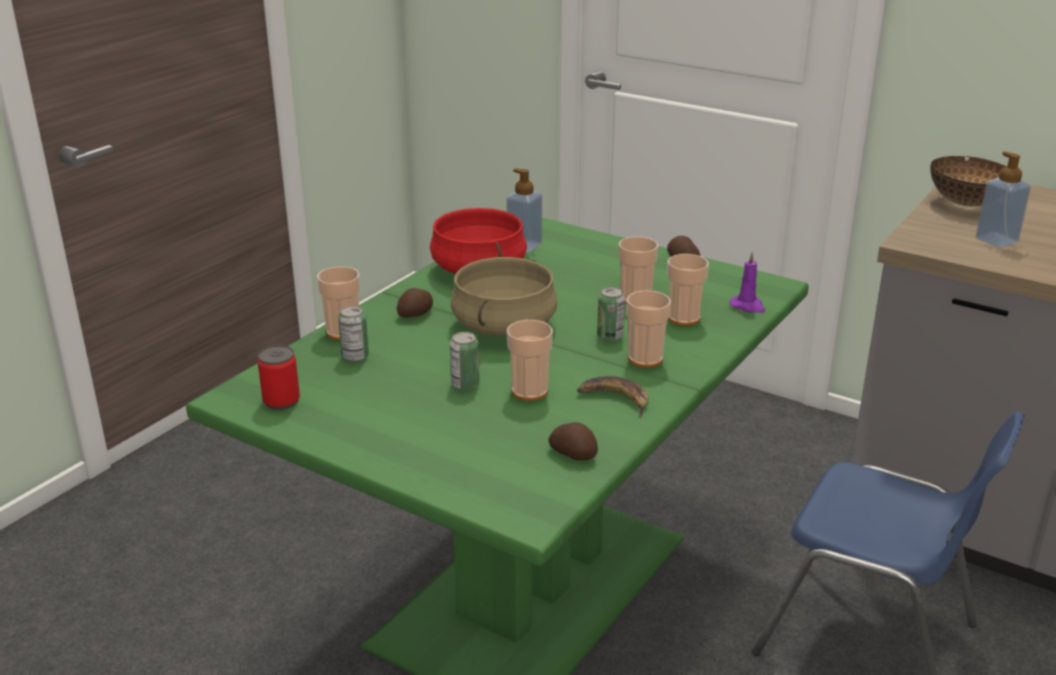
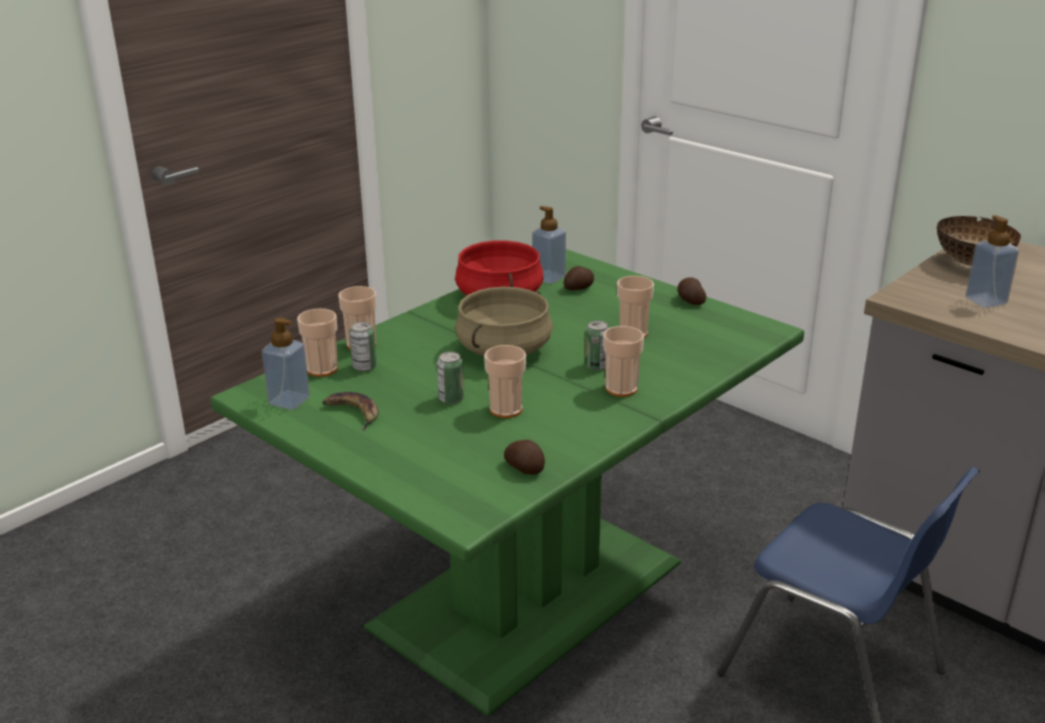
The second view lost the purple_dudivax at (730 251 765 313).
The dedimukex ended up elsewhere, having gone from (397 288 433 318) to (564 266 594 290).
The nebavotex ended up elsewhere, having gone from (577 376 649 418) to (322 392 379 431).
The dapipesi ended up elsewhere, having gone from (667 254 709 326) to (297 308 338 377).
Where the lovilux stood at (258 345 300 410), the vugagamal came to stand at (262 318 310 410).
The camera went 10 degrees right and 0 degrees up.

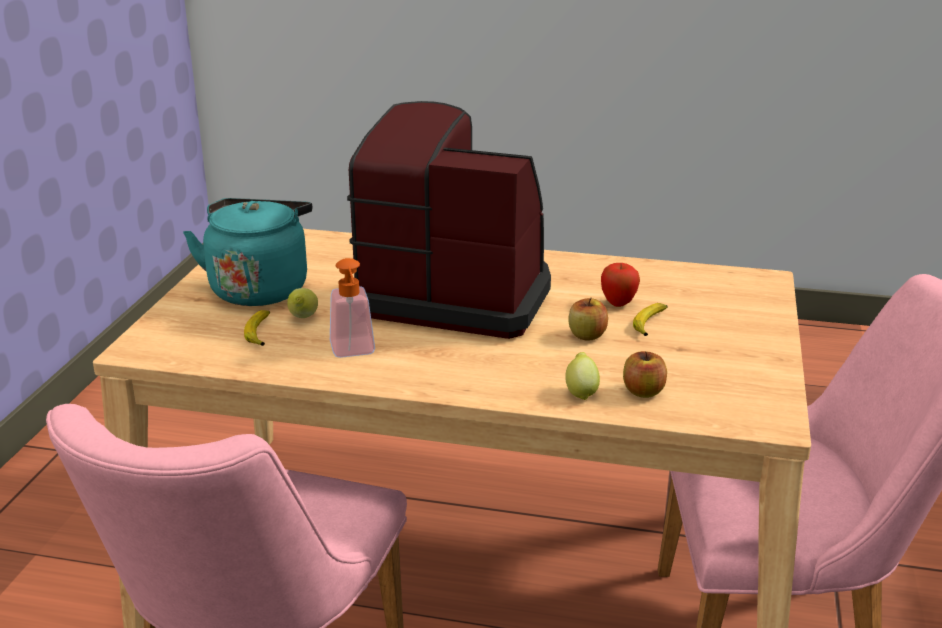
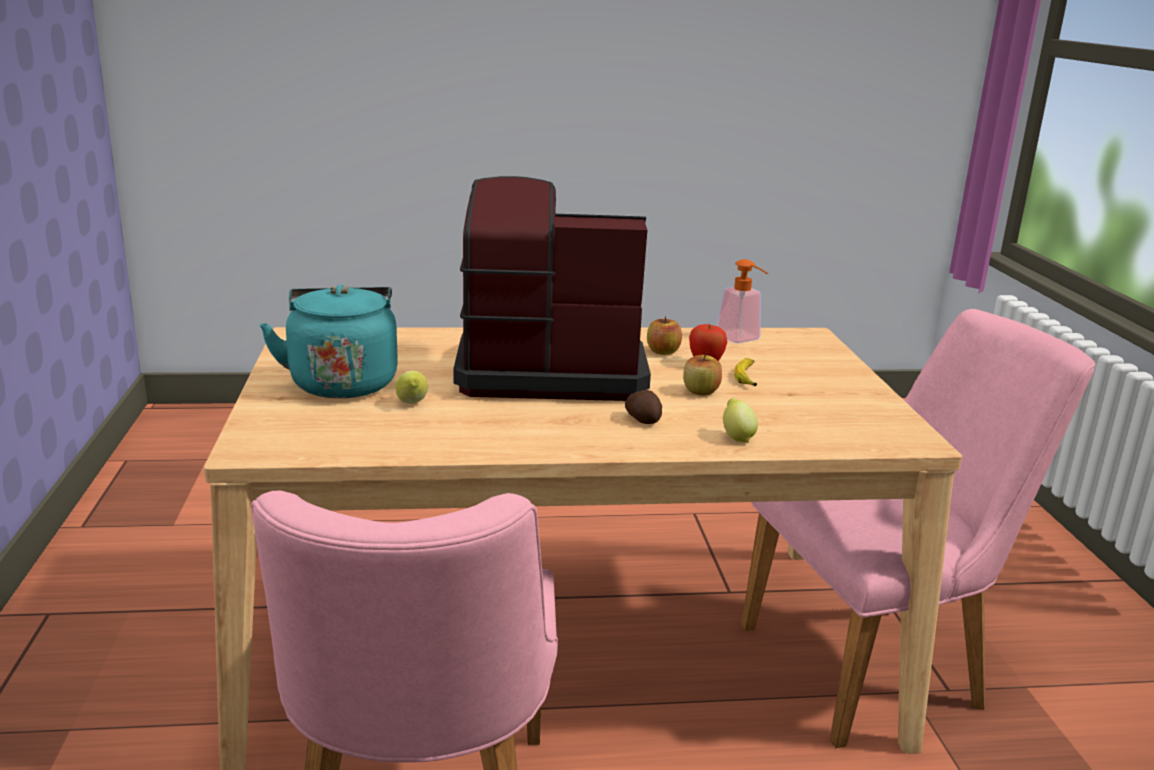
The second view lost the nebavotex at (244 310 270 346).
The second view gained the dedimukex at (625 390 662 424).
The vugagamal ended up elsewhere, having gone from (330 258 375 358) to (717 259 769 343).
The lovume ended up elsewhere, having gone from (623 351 667 398) to (647 316 682 355).
The camera went 20 degrees left and 5 degrees down.

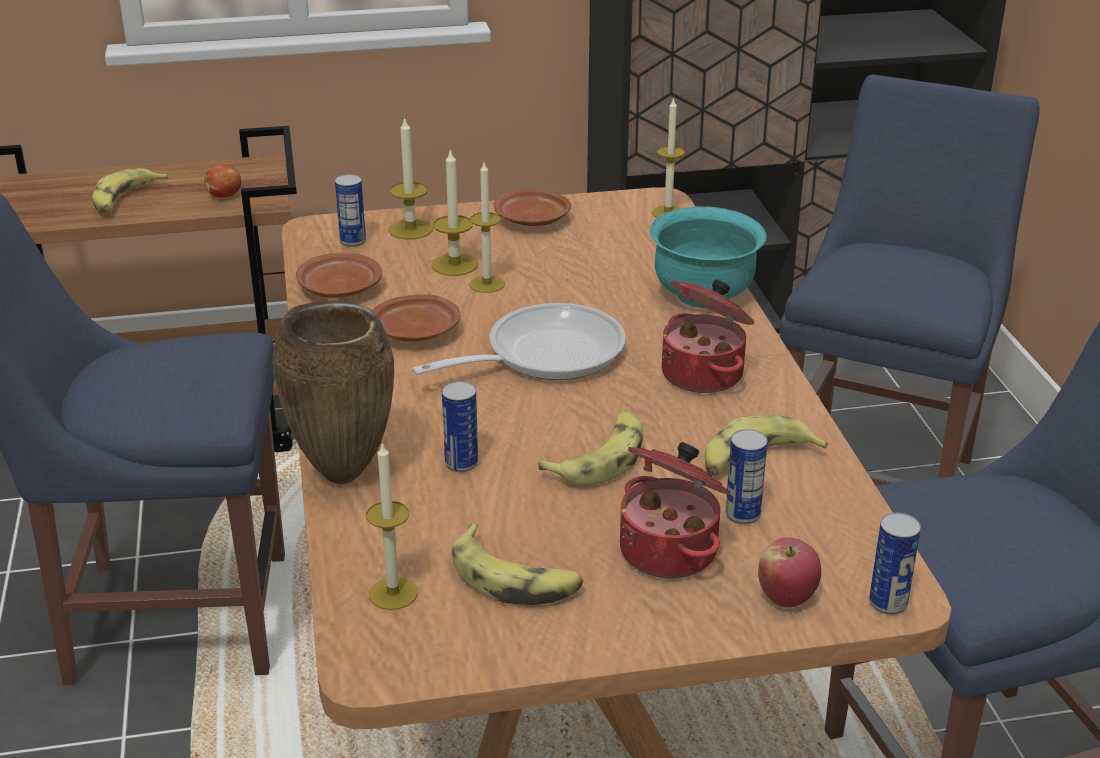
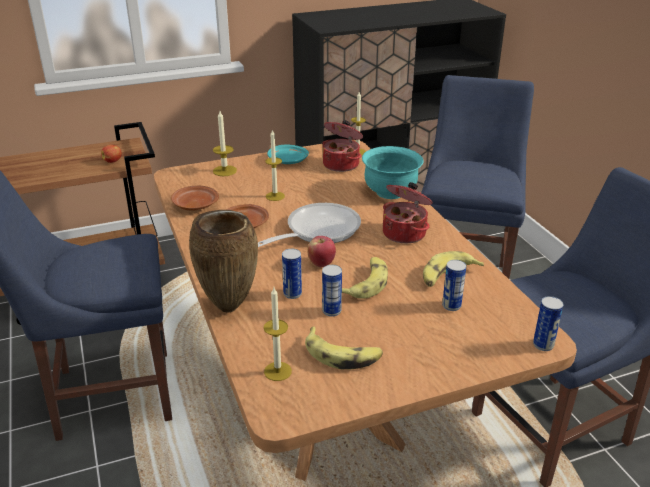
The second view lost the nebavotex at (92 168 168 214).
The second view lost the dudivax at (432 148 478 276).
The lovilux ended up elsewhere, having gone from (335 174 366 247) to (322 265 342 317).
The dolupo ended up elsewhere, having gone from (620 442 730 579) to (322 120 363 172).
The lovume ended up elsewhere, having gone from (758 537 821 607) to (307 236 336 267).
What was the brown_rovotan at (494 188 571 226) turned into the turquoise_rovotan at (267 145 309 164).
The camera went 10 degrees left and 0 degrees up.

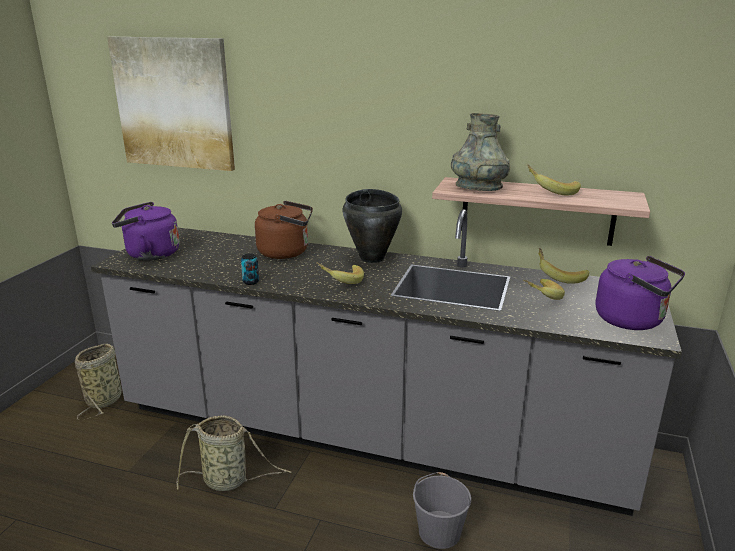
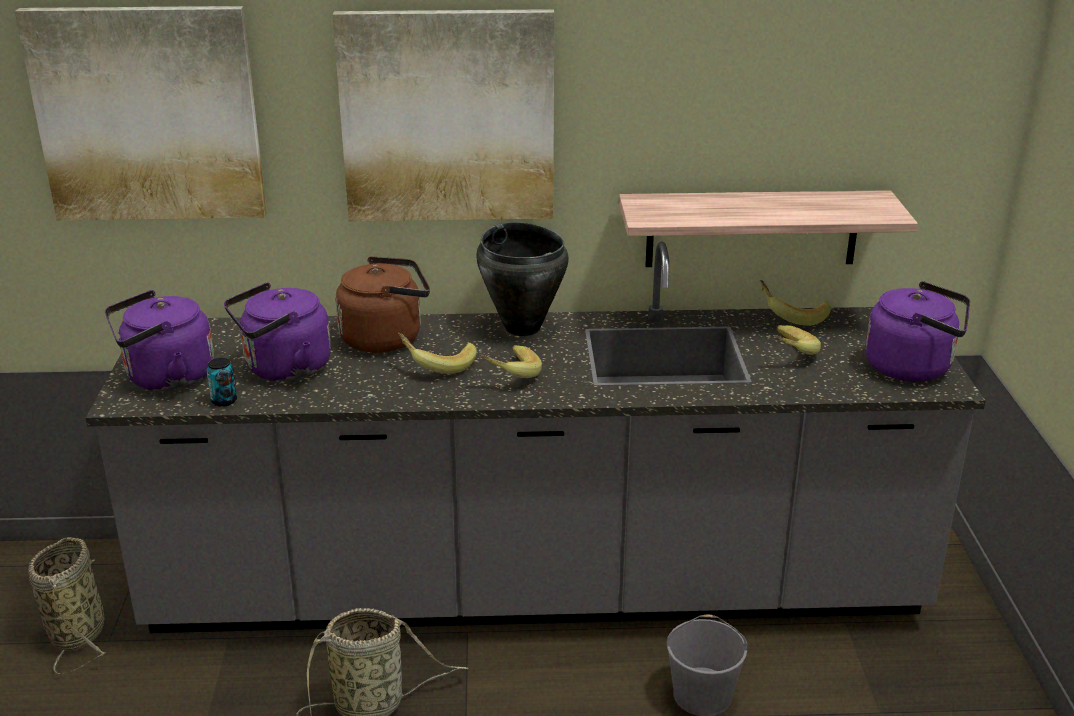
The second view lost the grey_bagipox at (451 113 510 191).
The second view gained the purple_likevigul at (224 282 331 381).
The second view gained the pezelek at (332 9 554 221).
The lovilux ended up elsewhere, having gone from (241 254 259 285) to (206 358 237 407).
The nebavotex ended up elsewhere, having gone from (527 164 581 196) to (398 333 477 374).
The camera went 20 degrees left and 5 degrees up.

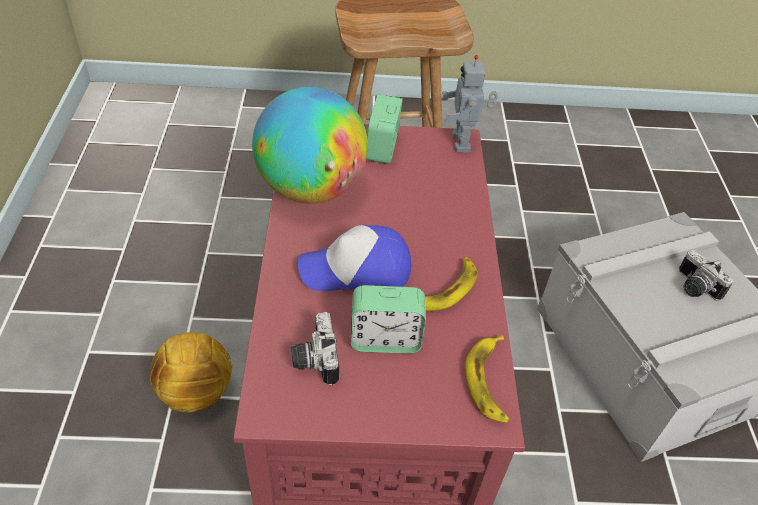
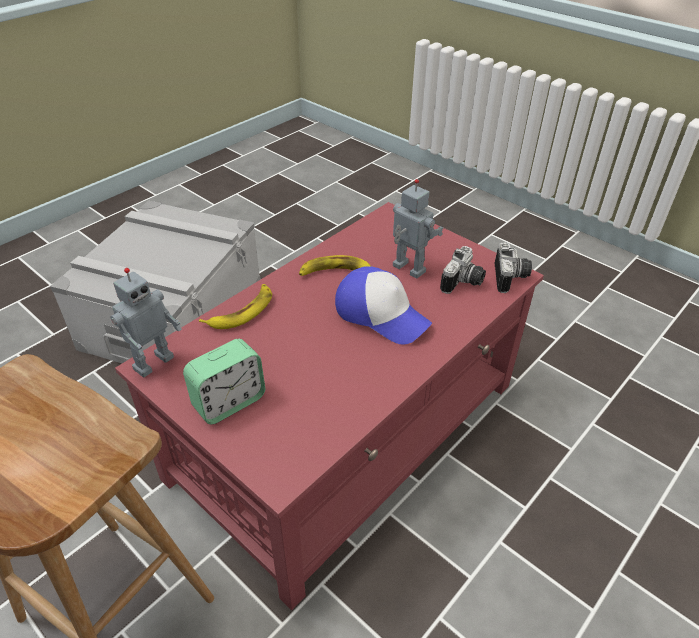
The second view lost the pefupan at (150 332 232 413).
The second view lost the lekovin at (252 87 368 203).
The nebavotex ended up elsewhere, having gone from (465 335 509 423) to (199 284 272 329).
The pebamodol ended up elsewhere, having gone from (679 250 734 301) to (495 243 532 293).
Where the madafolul stood at (351 285 426 354), the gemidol came to stand at (393 179 444 279).
The camera went 135 degrees left and 5 degrees down.

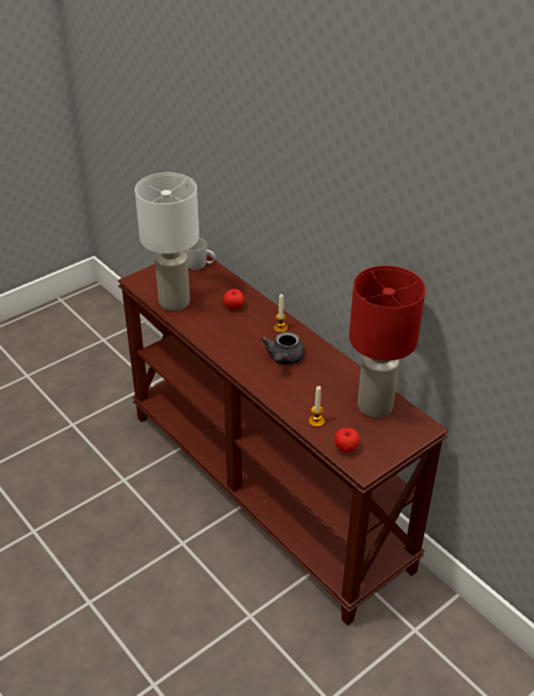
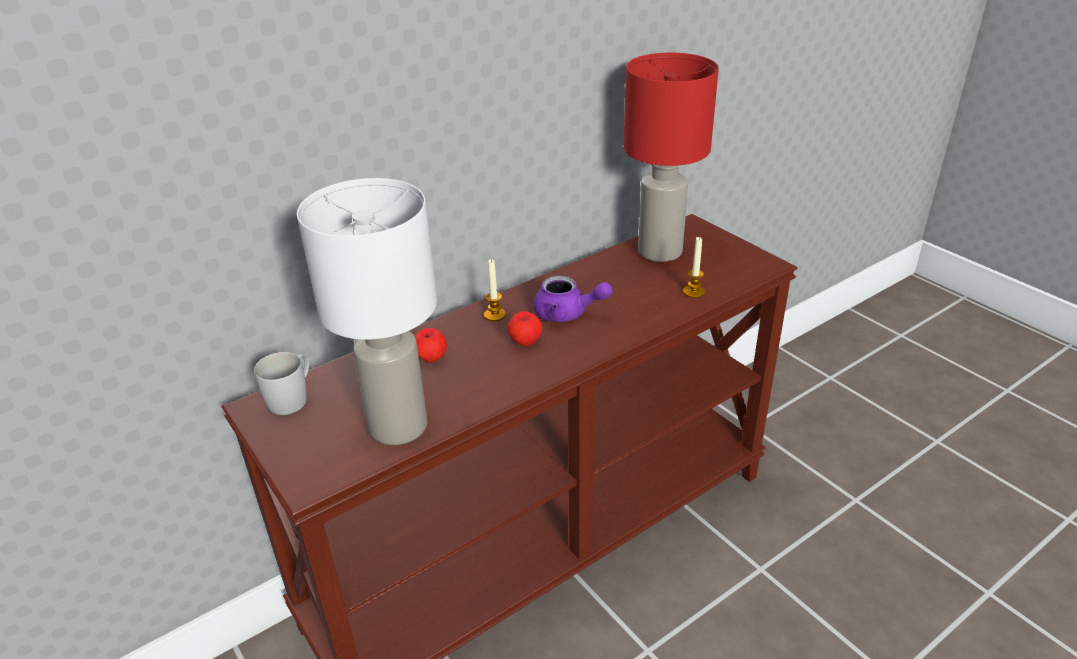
The lovume ended up elsewhere, having gone from (334 428 360 452) to (508 311 542 346).
What was the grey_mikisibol at (261 332 305 365) turned into the purple_mikisibol at (533 276 612 322).
The camera went 85 degrees left and 5 degrees down.

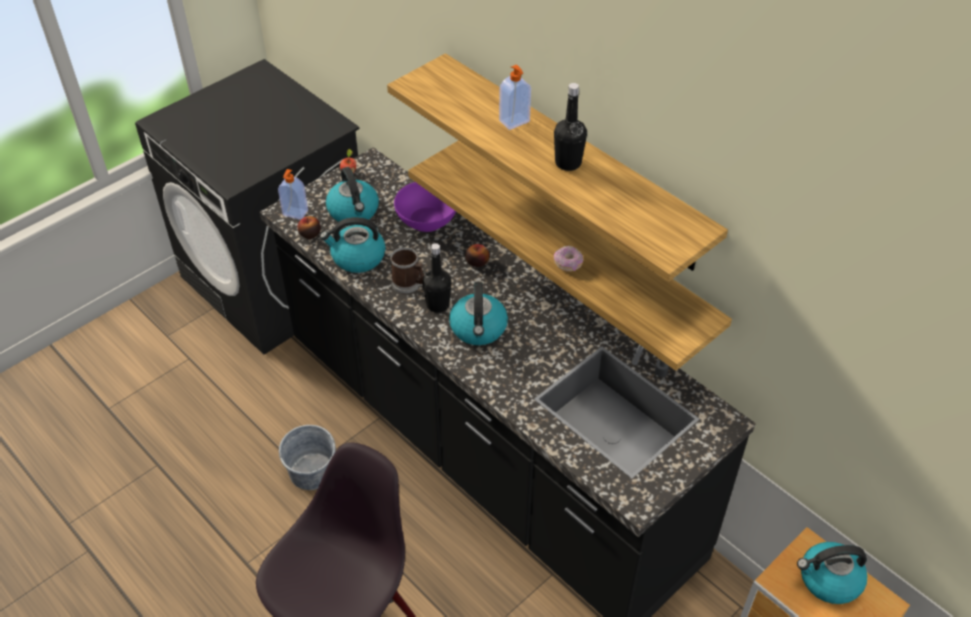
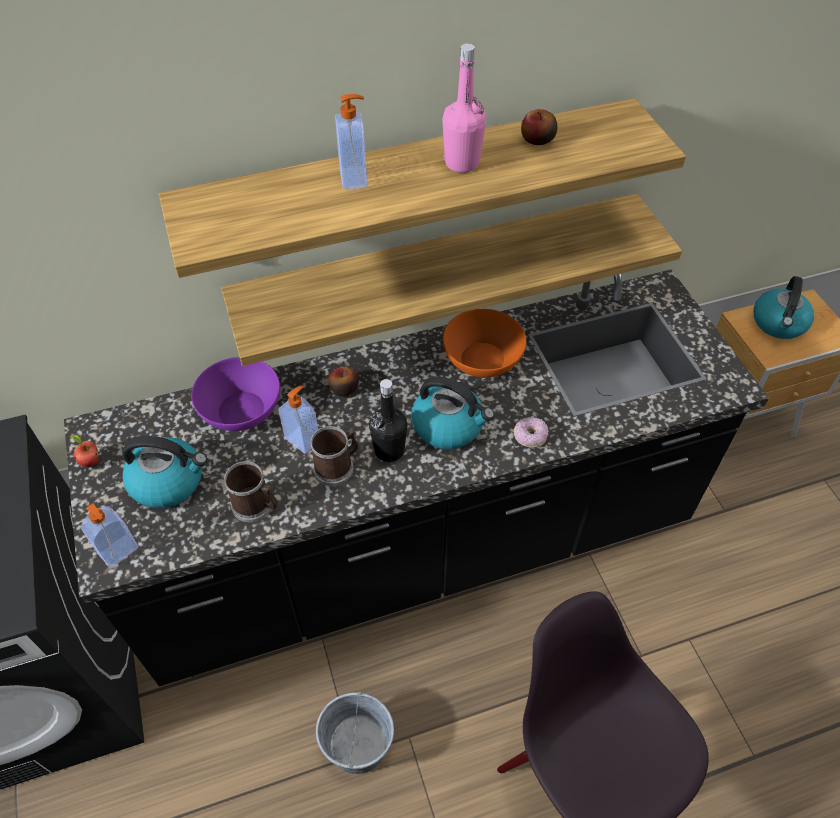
The second view gained the vugagamal at (279 385 318 454).
The second view gained the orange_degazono at (443 309 526 378).
The lovume ended up elsewhere, having gone from (297 216 321 239) to (521 109 557 145).
The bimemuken ended up elsewhere, having gone from (554 246 583 272) to (514 417 549 448).
Where the likevigul stood at (320 217 386 273), the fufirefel came to stand at (224 461 278 523).
What was the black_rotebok at (554 83 587 171) turned into the pink_rotebok at (442 43 486 173).
The camera went 65 degrees left and 5 degrees up.

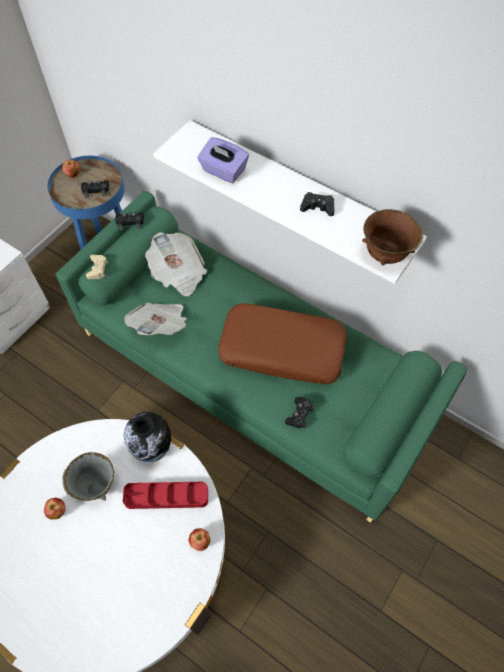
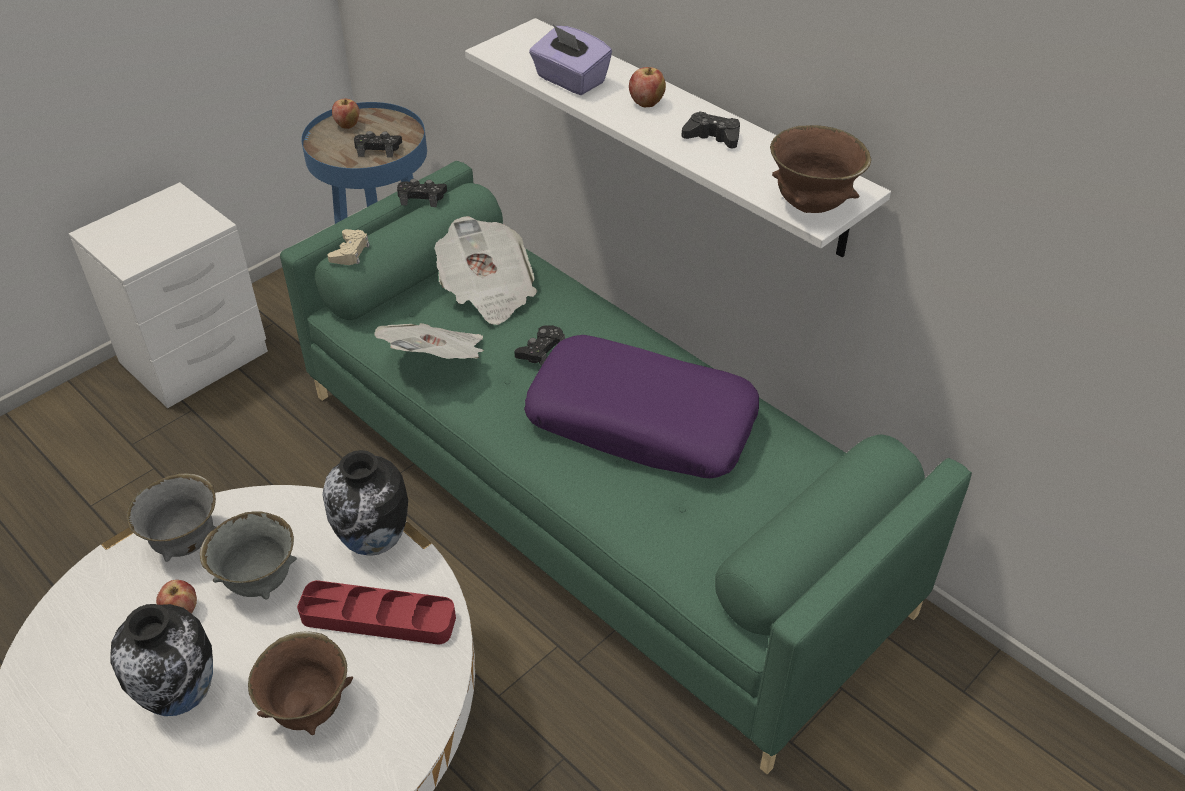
The second view gained the bagipox at (110 604 213 716).
The second view gained the grey_degazono at (126 473 216 562).
The second view gained the brown_degazono at (248 632 353 735).
The lovume ended up elsewhere, having gone from (189 528 211 551) to (629 67 666 107).
The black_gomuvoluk ended up elsewhere, having gone from (285 397 314 429) to (514 325 565 366).
What was the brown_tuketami at (219 303 347 384) turned into the purple_tuketami at (524 335 759 478).
The camera went 10 degrees right and 15 degrees down.

